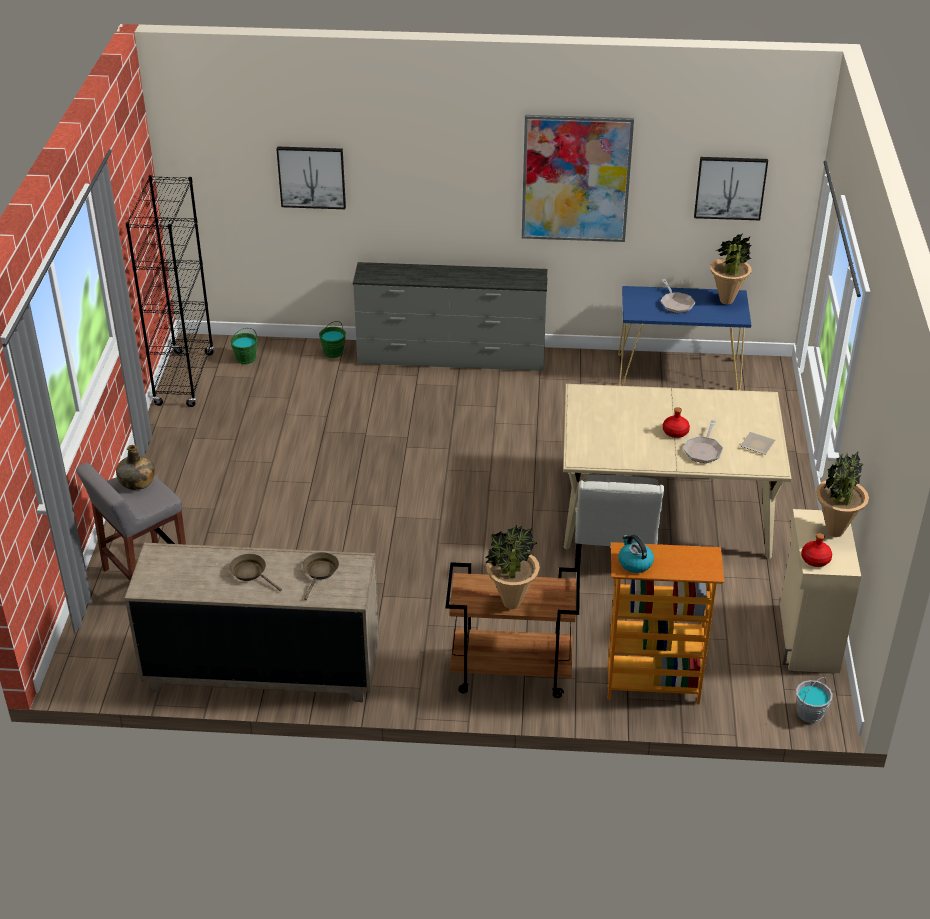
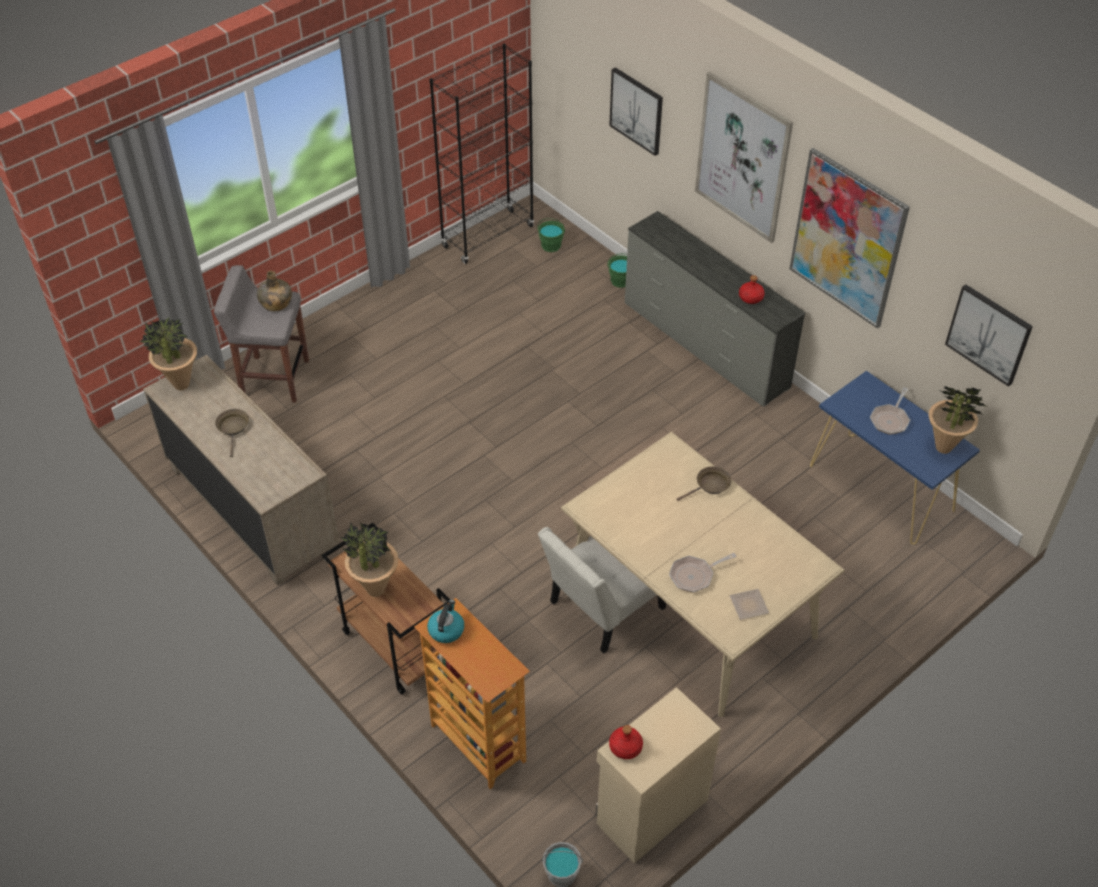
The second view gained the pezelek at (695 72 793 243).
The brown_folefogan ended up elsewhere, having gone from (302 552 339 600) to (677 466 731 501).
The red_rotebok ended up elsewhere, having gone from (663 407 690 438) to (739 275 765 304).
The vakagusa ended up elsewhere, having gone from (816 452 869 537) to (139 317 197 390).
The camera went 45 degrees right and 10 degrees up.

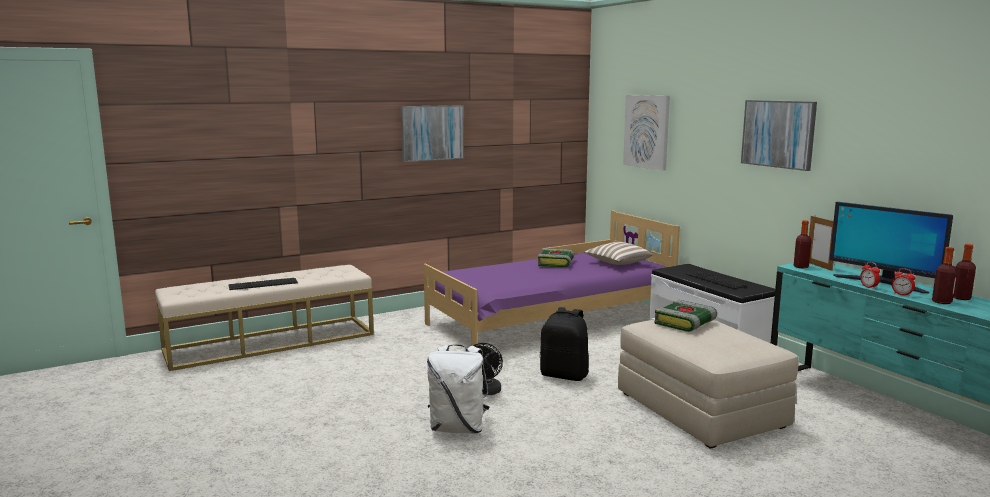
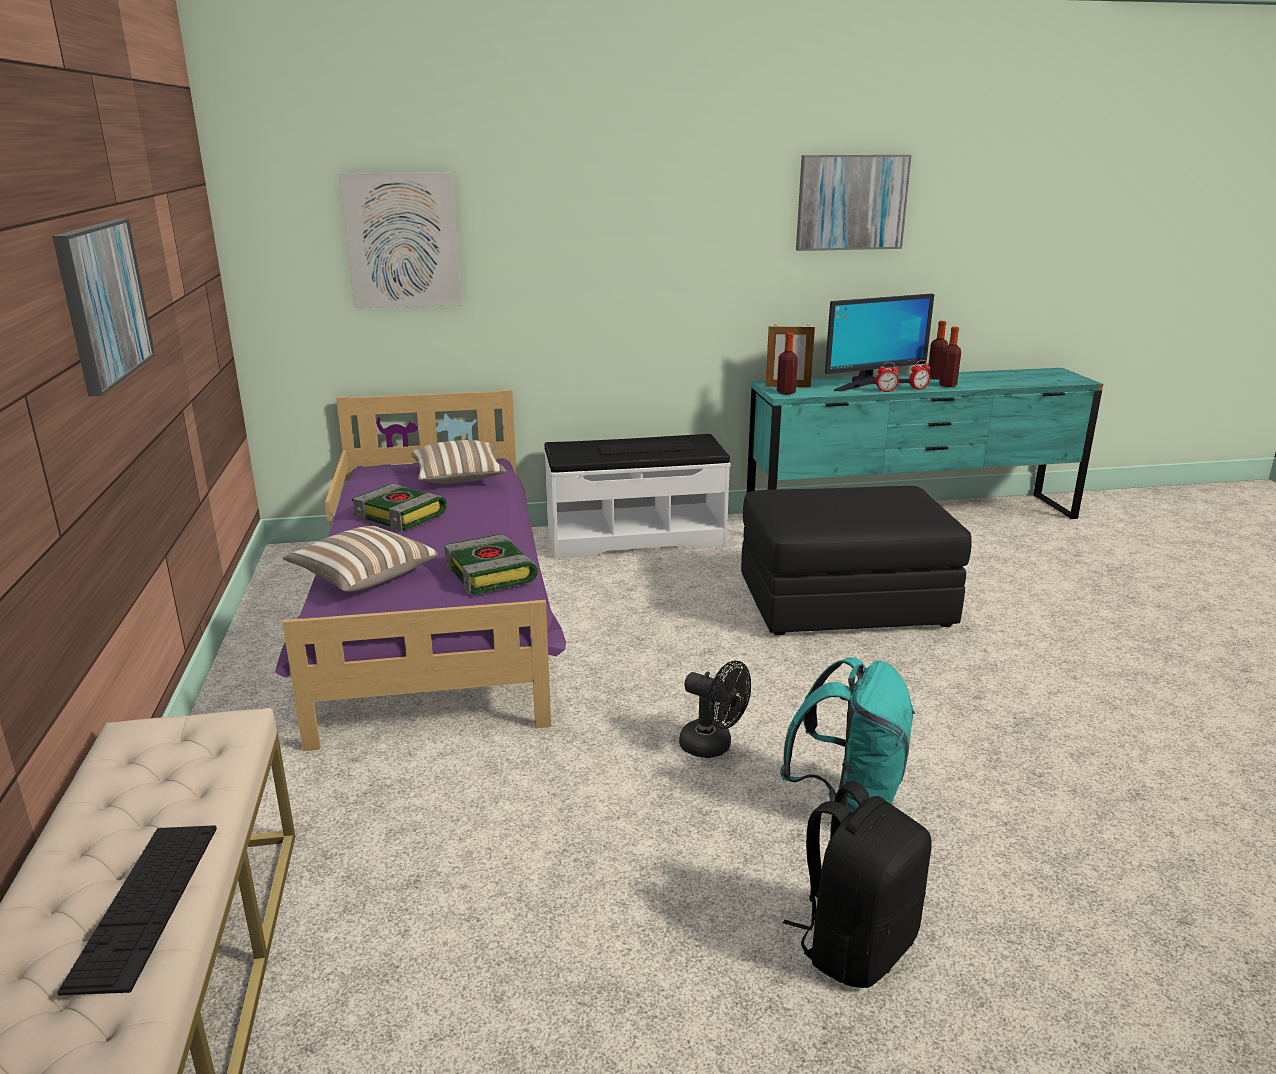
The second view gained the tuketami at (283 526 438 592).
The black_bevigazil ended up elsewhere, having gone from (540 307 589 381) to (783 781 932 988).
The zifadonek ended up elsewhere, having gone from (654 300 717 332) to (444 534 538 595).
The pezelek ended up elsewhere, having gone from (741 100 817 171) to (796 155 912 251).
What was the white_bevigazil at (427 344 490 434) turned into the turquoise_bevigazil at (780 657 915 813).
What was the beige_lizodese at (618 319 799 449) turned into the black_lizodese at (741 486 972 636).
The camera went 70 degrees left and 10 degrees up.

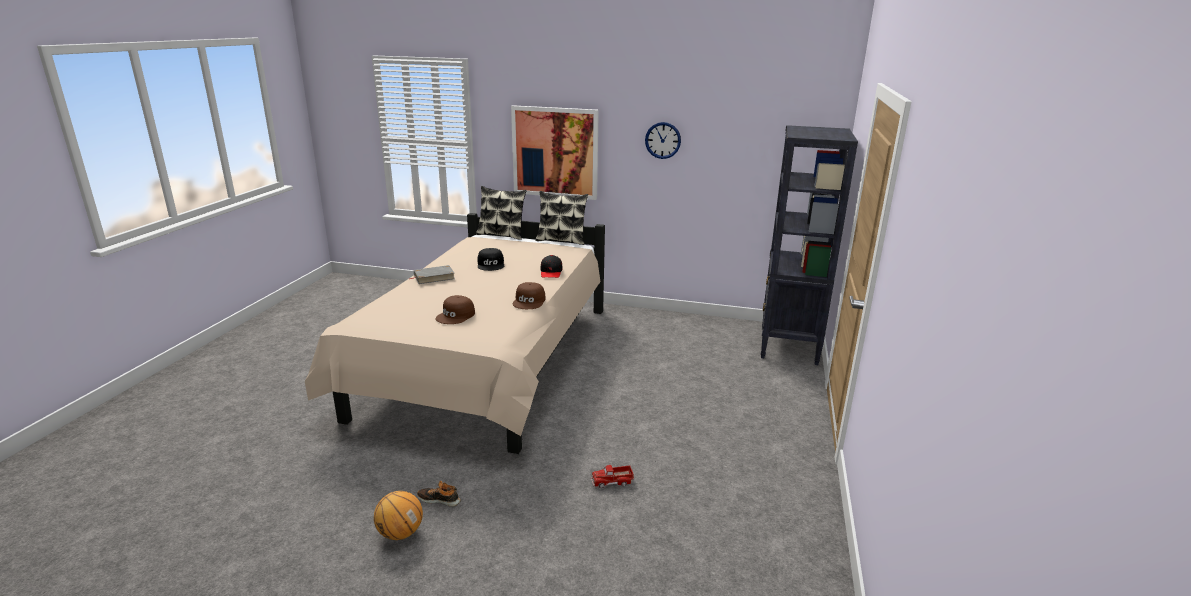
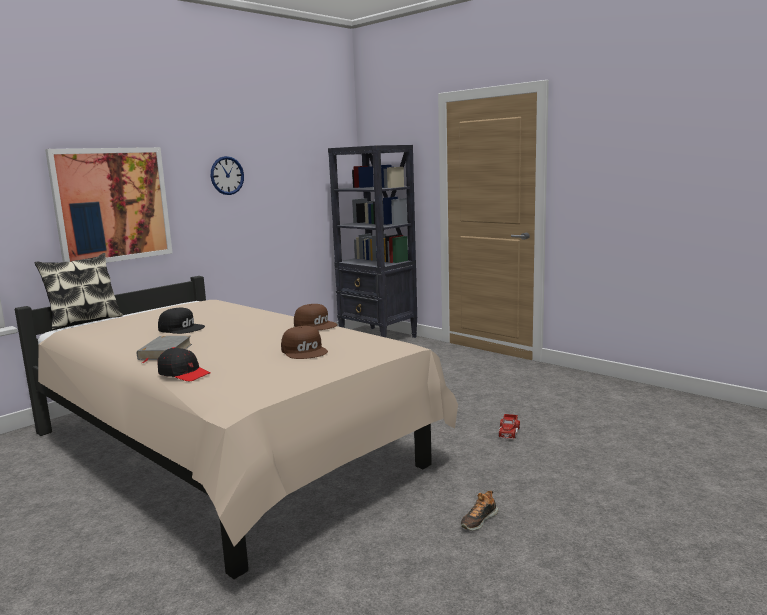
The second view lost the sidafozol at (374 491 423 540).
The second view lost the tuketami at (535 191 588 245).
The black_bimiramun ended up elsewhere, having gone from (541 255 563 278) to (157 347 211 381).
The camera went 60 degrees left and 10 degrees down.

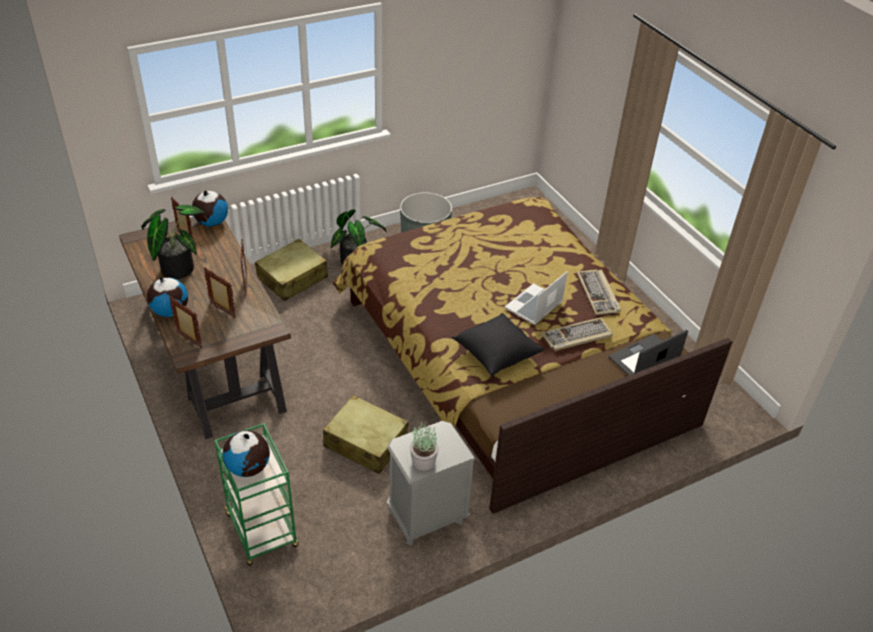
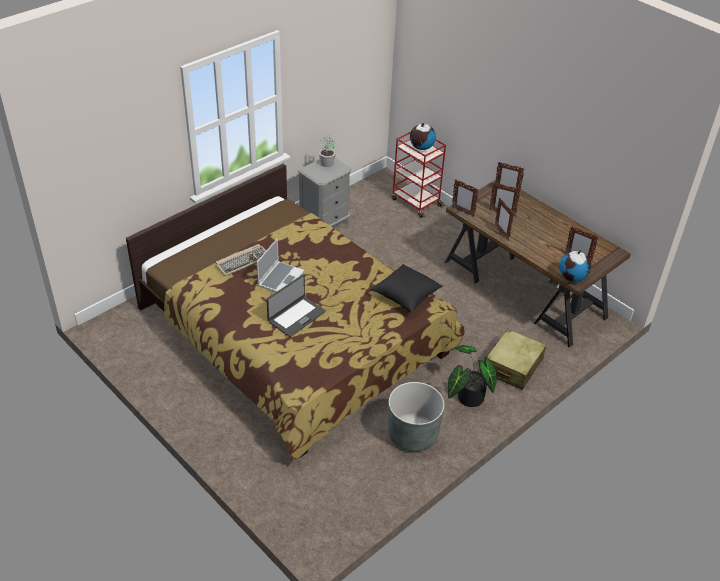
The second view lost the vakagusa at (141 205 206 279).
The second view lost the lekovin at (147 277 188 317).
The second view lost the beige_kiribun at (323 395 409 474).
The second view lost the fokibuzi at (577 269 621 315).
The second view gained the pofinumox at (452 179 479 217).
The black_tuketami ended up elsewhere, having gone from (452 313 544 376) to (370 264 443 313).
The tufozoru ended up elsewhere, having gone from (609 330 688 376) to (267 274 326 337).
What was the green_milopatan at (214 423 299 566) turned into the red_milopatan at (391 132 446 218).
The camera went 165 degrees right and 0 degrees up.

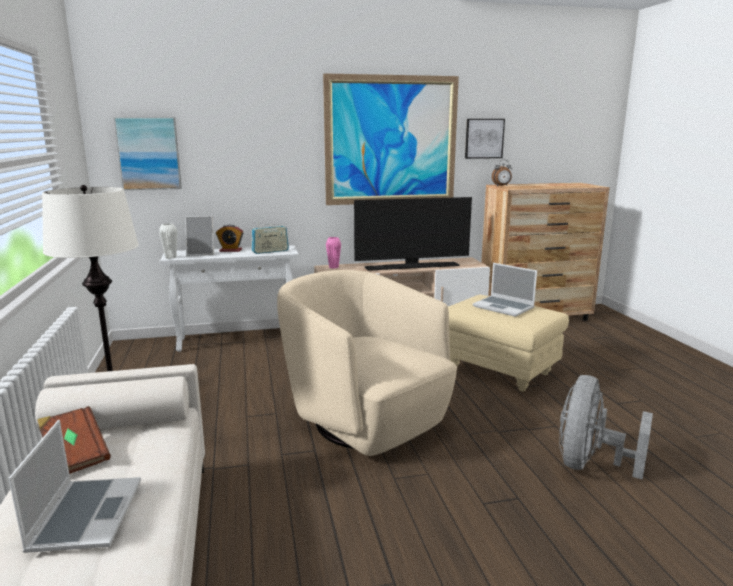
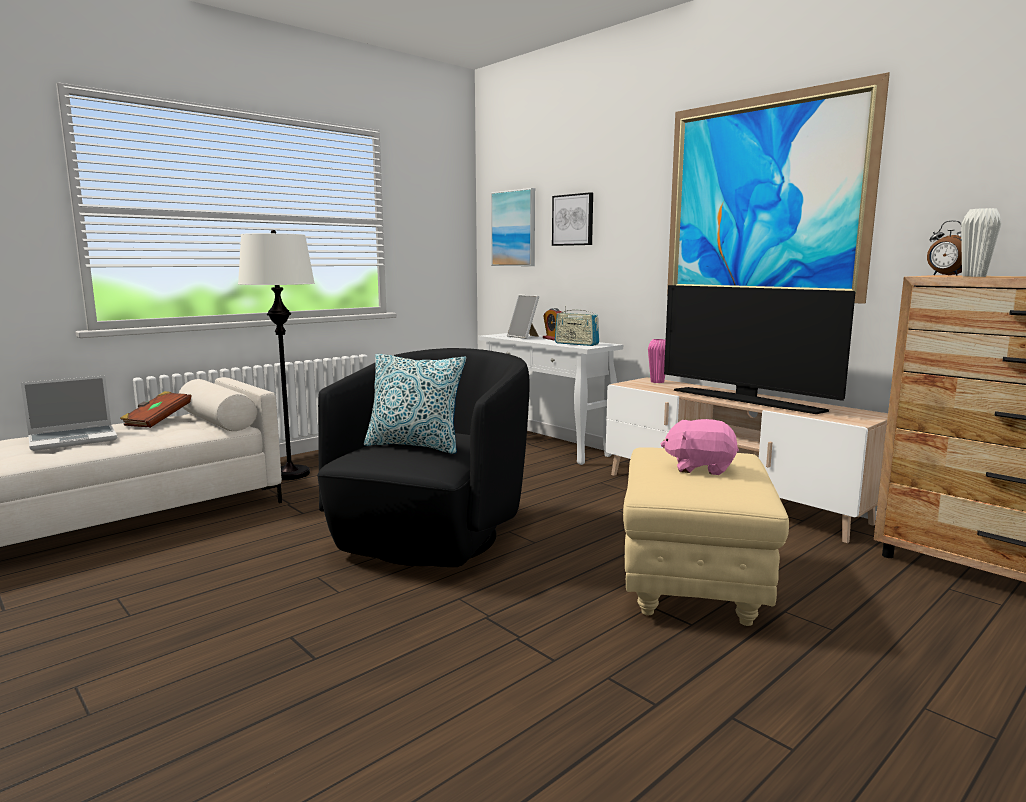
The second view lost the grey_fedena at (559 375 653 480).
The second view gained the tuketami at (364 354 466 454).
The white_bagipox ended up elsewhere, having gone from (159 223 177 259) to (961 208 1001 277).
The pezelek ended up elsewhere, having gone from (465 119 505 159) to (552 192 593 246).
Where the tufozoru stood at (473 263 537 317), the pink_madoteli came to stand at (661 419 739 475).
What was the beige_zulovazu at (277 270 457 456) turned into the black_zulovazu at (317 348 530 567).
The camera went 60 degrees right and 5 degrees down.

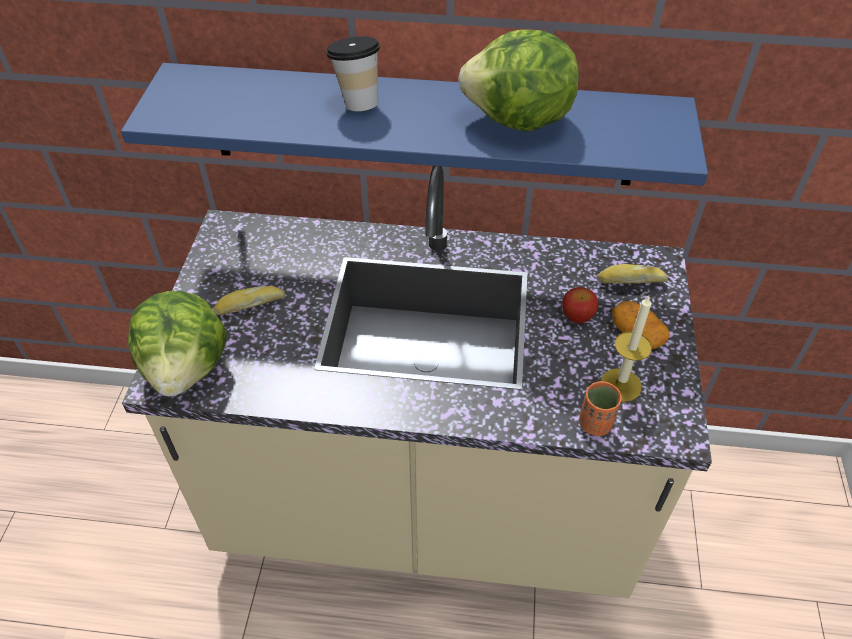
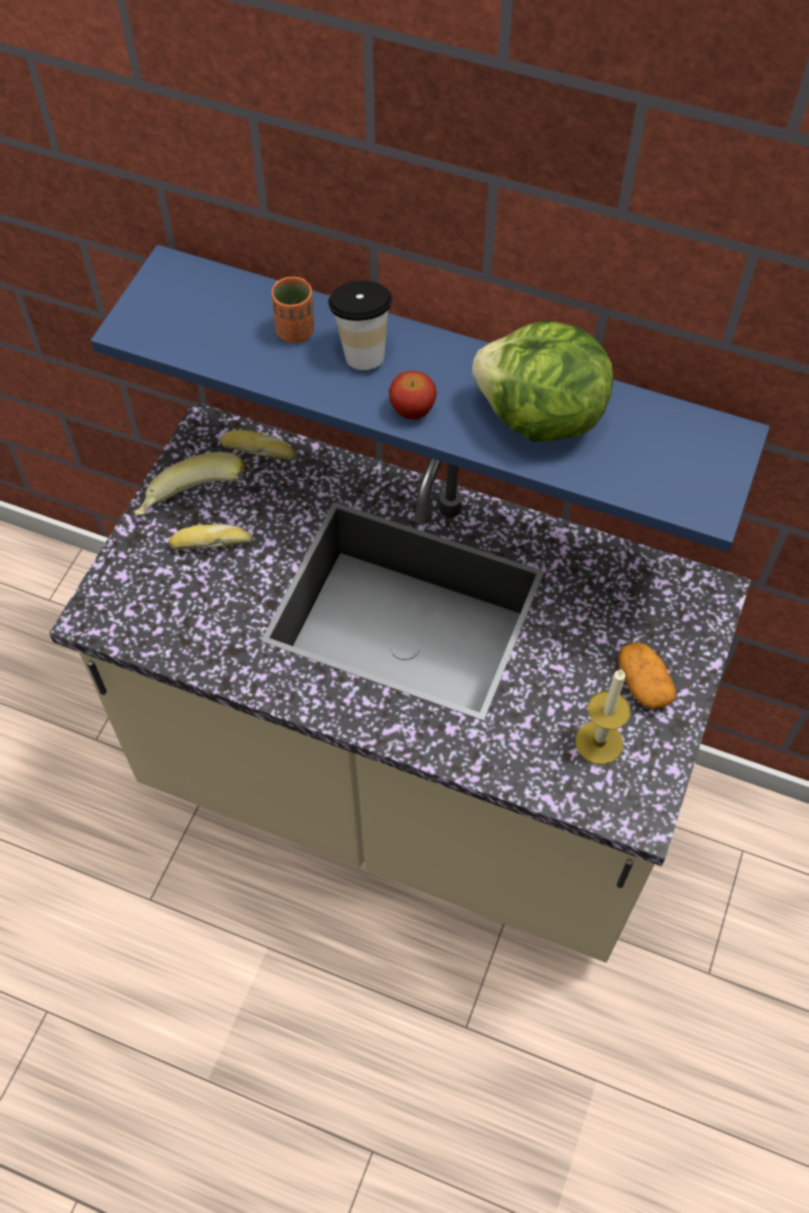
The second view lost the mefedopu at (128 291 227 396).
The second view gained the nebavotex at (134 452 248 516).
The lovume ended up elsewhere, having gone from (562 287 599 323) to (389 371 437 420).
The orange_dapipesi ended up elsewhere, having gone from (579 381 622 436) to (272 276 314 343).
The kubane ended up elsewhere, having gone from (597 264 668 284) to (220 430 297 461).
The camera went 15 degrees right and 10 degrees up.

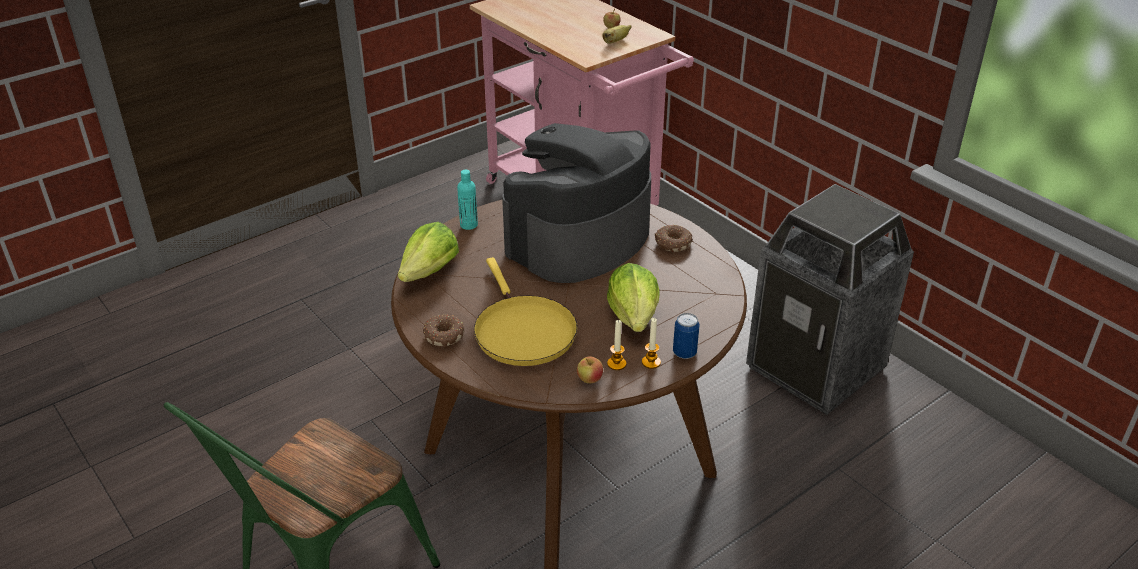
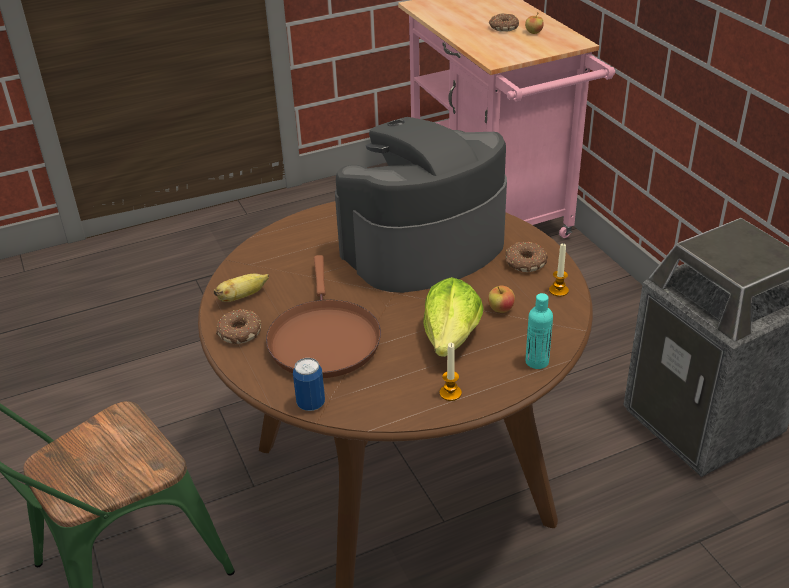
The second view lost the mefedopu at (398 222 459 282).
The second view gained the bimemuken at (489 13 519 32).
The turquoise_rotebok ended up elsewhere, having gone from (457 170 478 230) to (526 293 553 369).
The lovume ended up elsewhere, having gone from (577 356 603 383) to (488 286 515 313).
The nebavotex ended up elsewhere, having gone from (602 25 631 44) to (214 274 269 302).
The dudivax ended up elsewhere, having gone from (607 319 626 370) to (549 243 569 297).
The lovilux ended up elsewhere, having gone from (673 313 700 359) to (293 358 325 411).
What was the yellow_folefogan at (474 257 578 366) turned into the brown_folefogan at (266 255 381 378).
The camera went 15 degrees right and 0 degrees up.

